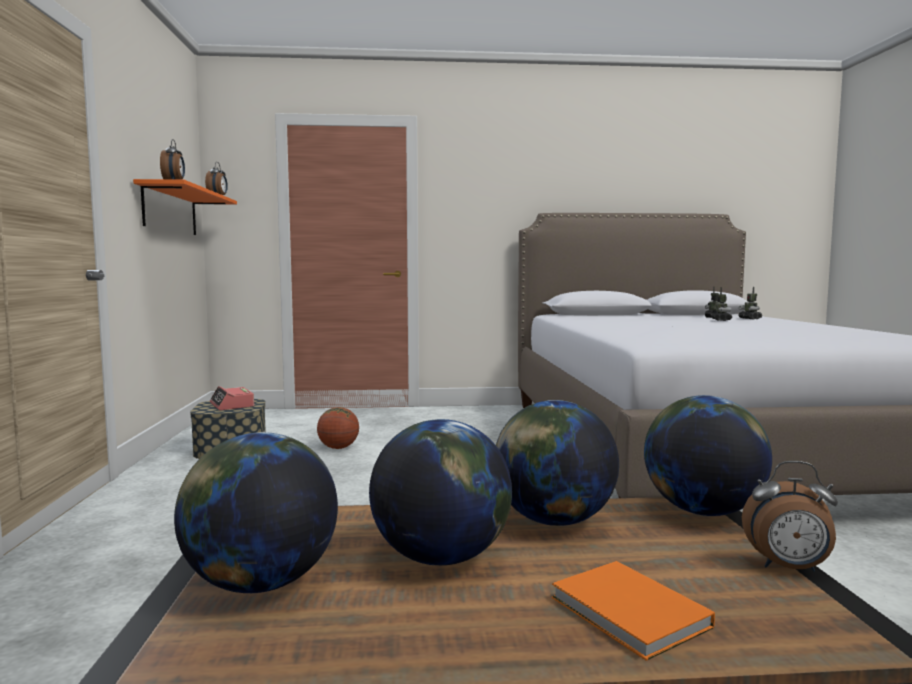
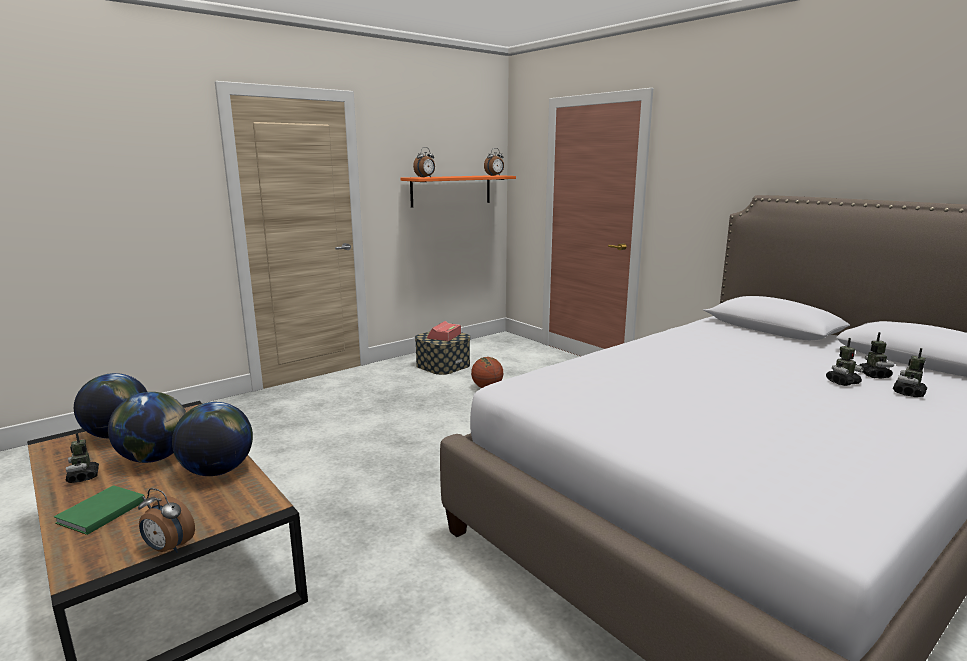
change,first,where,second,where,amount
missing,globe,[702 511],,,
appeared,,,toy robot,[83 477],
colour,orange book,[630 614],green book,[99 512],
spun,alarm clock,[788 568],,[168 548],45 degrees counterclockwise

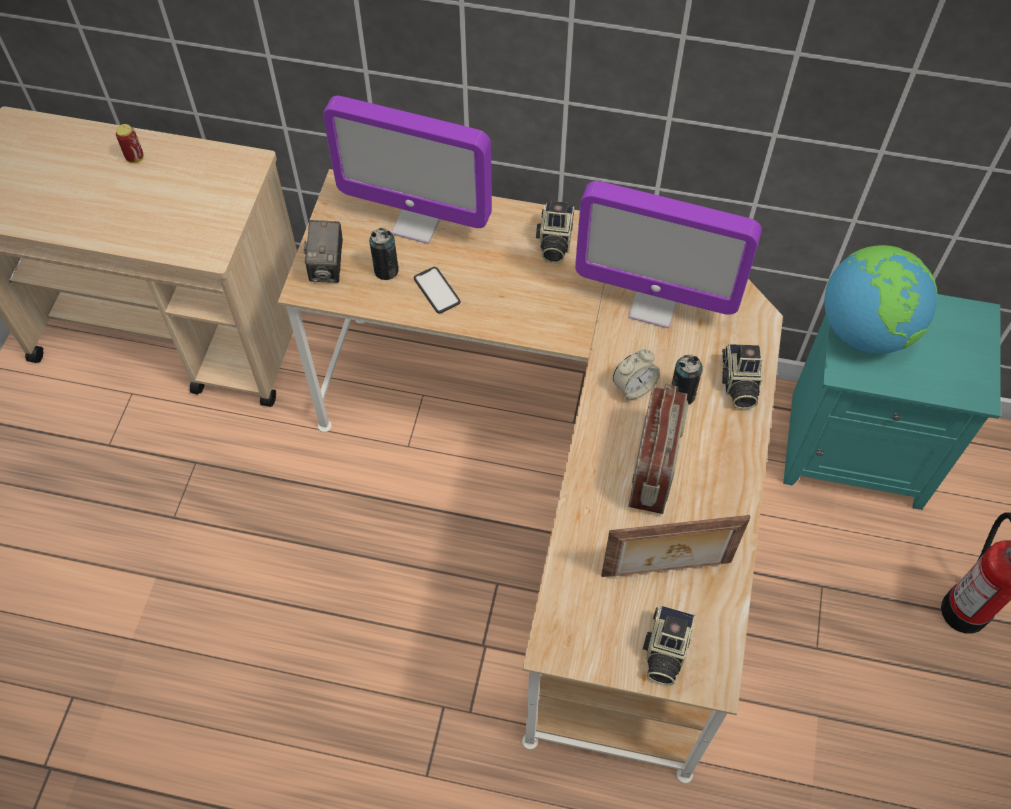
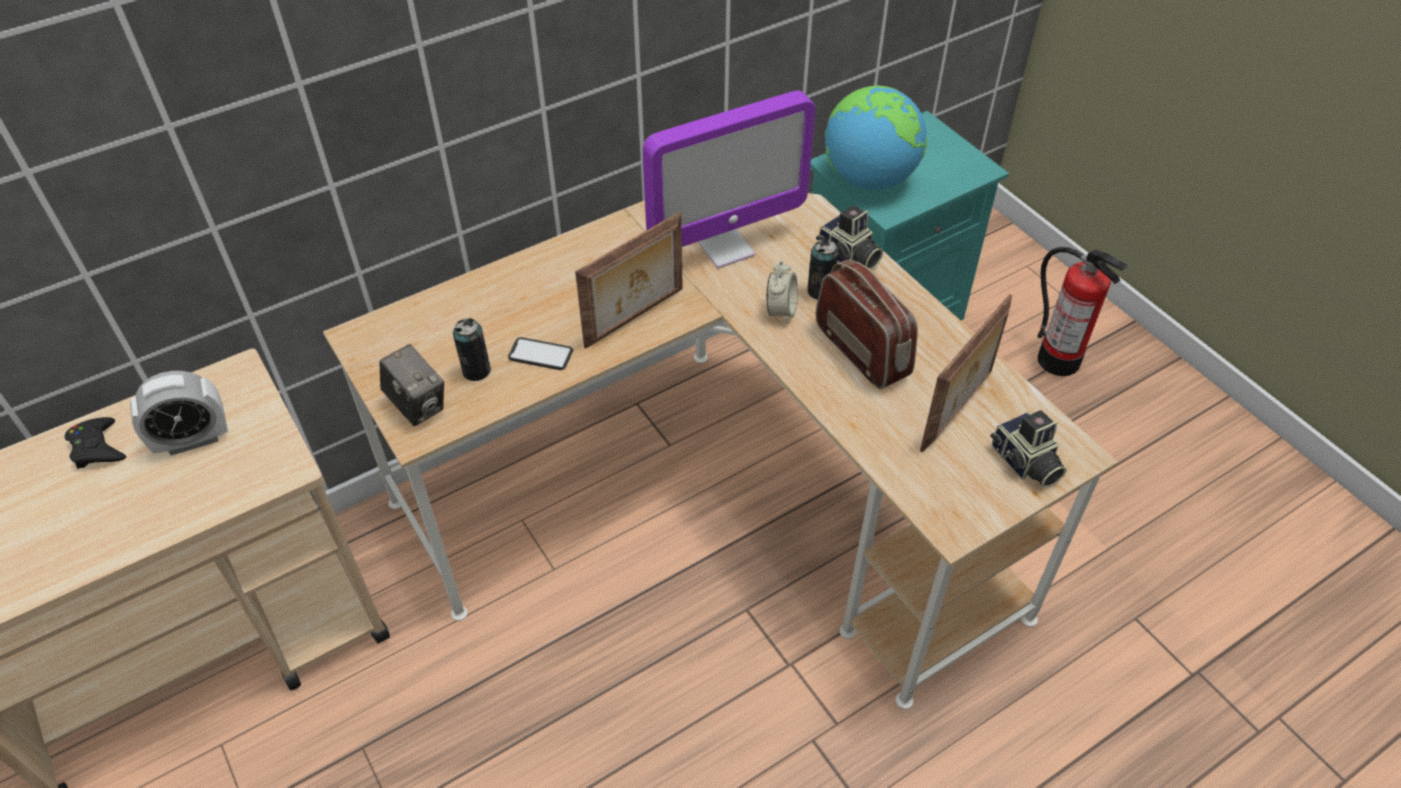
change,first,where,second,where,amount
missing,monitor,[417 222],,,
missing,photo camera,[554 242],,,
appeared,,,alarm clock,[193 440],
appeared,,,picture frame,[635 318],
exchanged,can,[135 158],black game controller,[97 448],

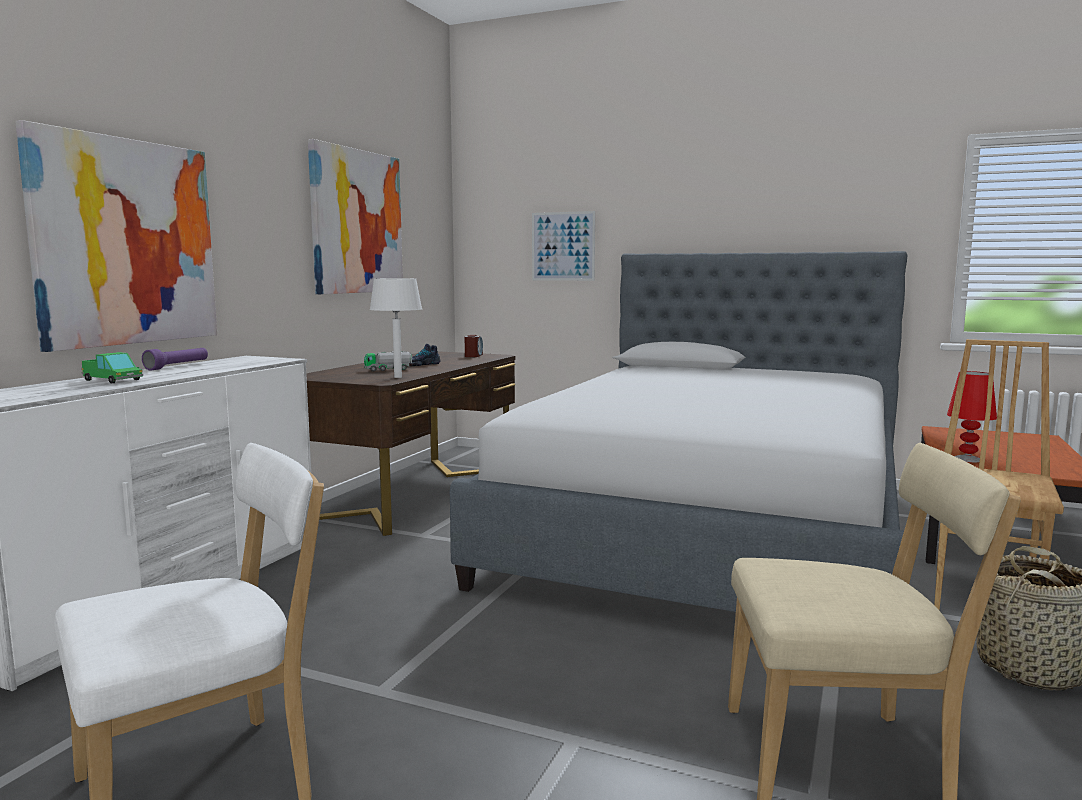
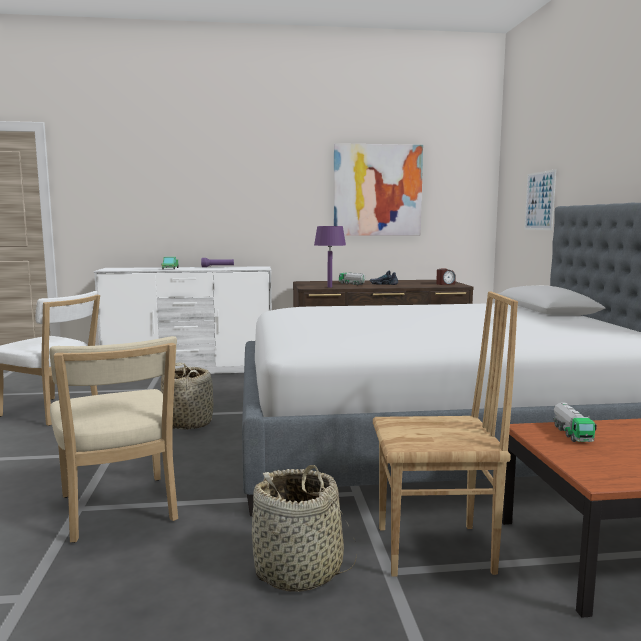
change,first,where,second,where,amount
missing,picture,[126 242],,,
appeared,,,basket,[187 423],
exchanged,red table lamp,[967 459],toy truck,[571 433],
colour,white table lamp,[398 377],purple table lamp,[330 287],

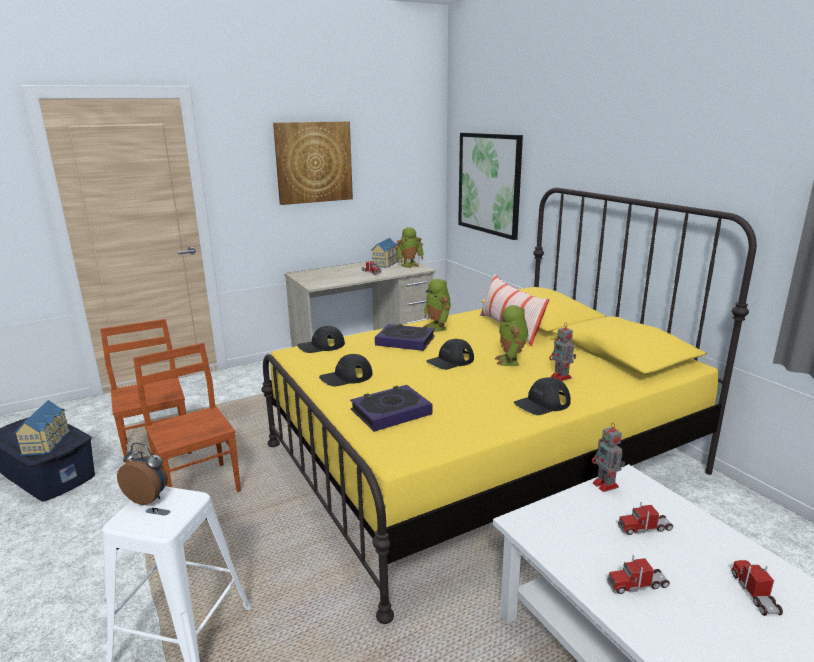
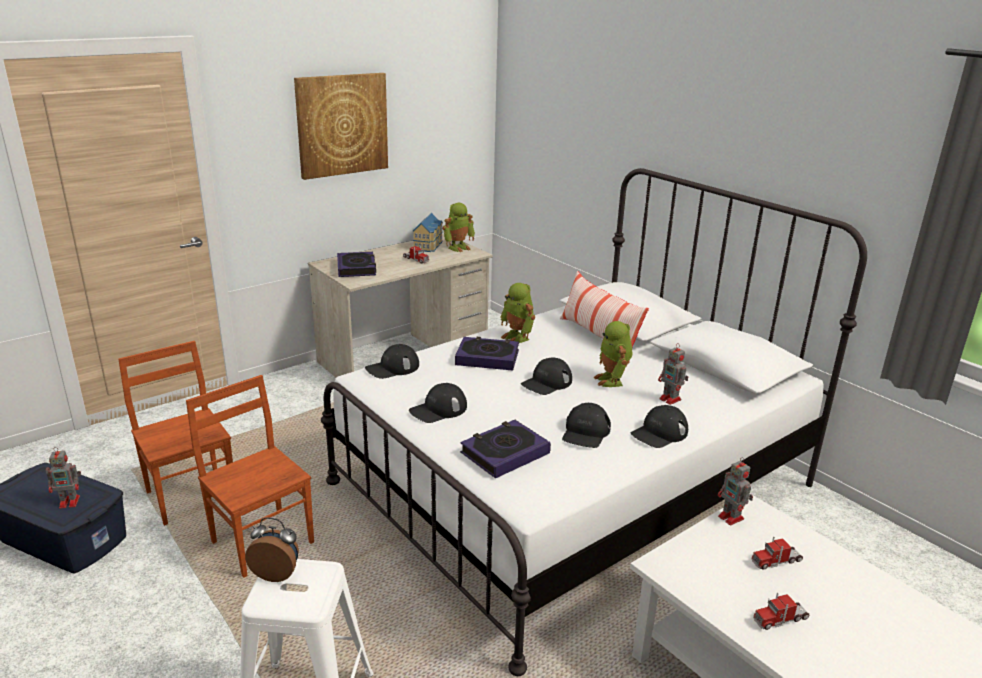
change,first,where,second,where,amount
missing,picture,[489 184],,,
missing,toy truck,[754 593],,,
appeared,,,book,[356 268],
appeared,,,black cap,[585 432],
exchanged,toy house,[48 442],toy robot,[70 502],
colour,yellow bed,[481 458],white bed,[573 483],

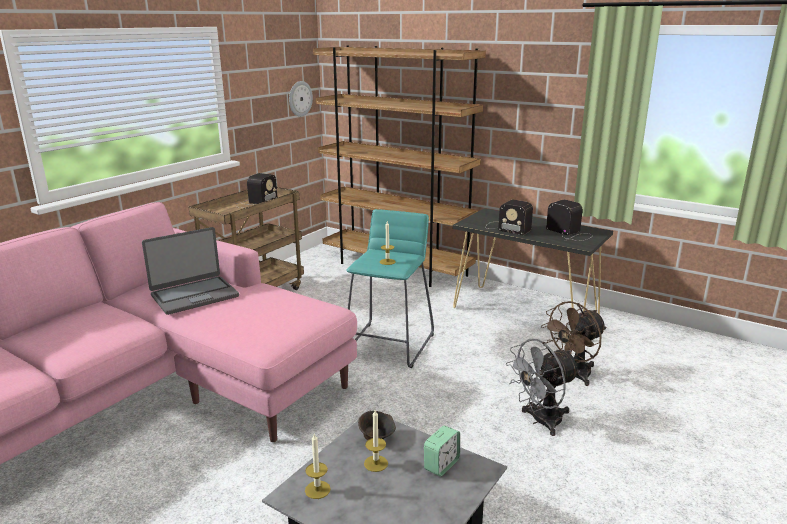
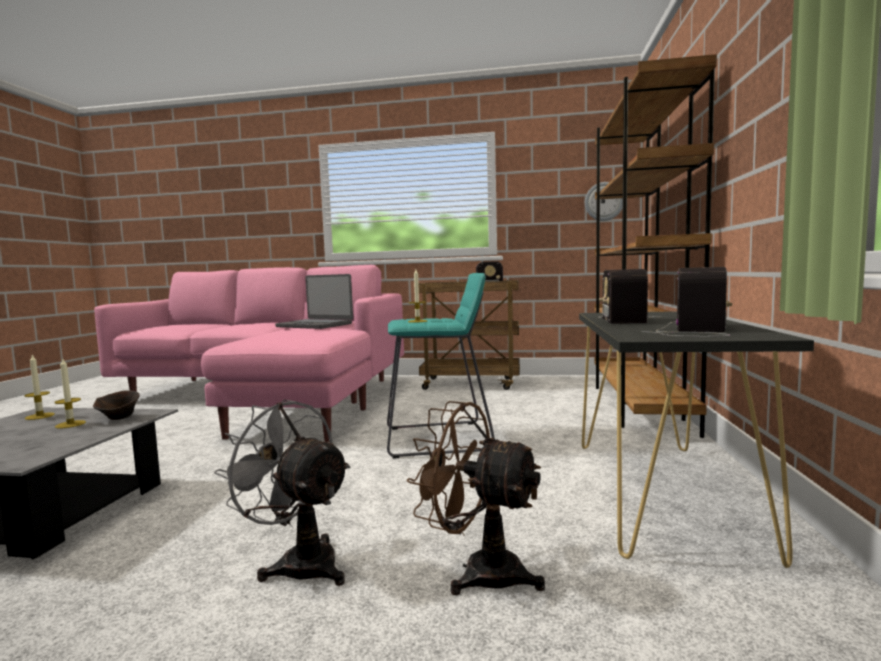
change,first,where,second,where,amount
missing,alarm clock,[441 465],,,

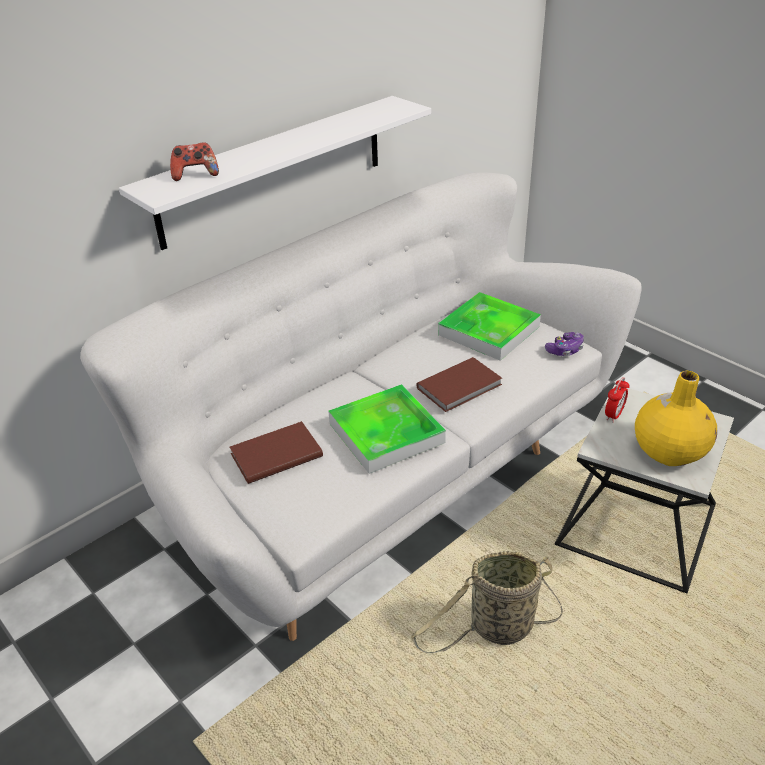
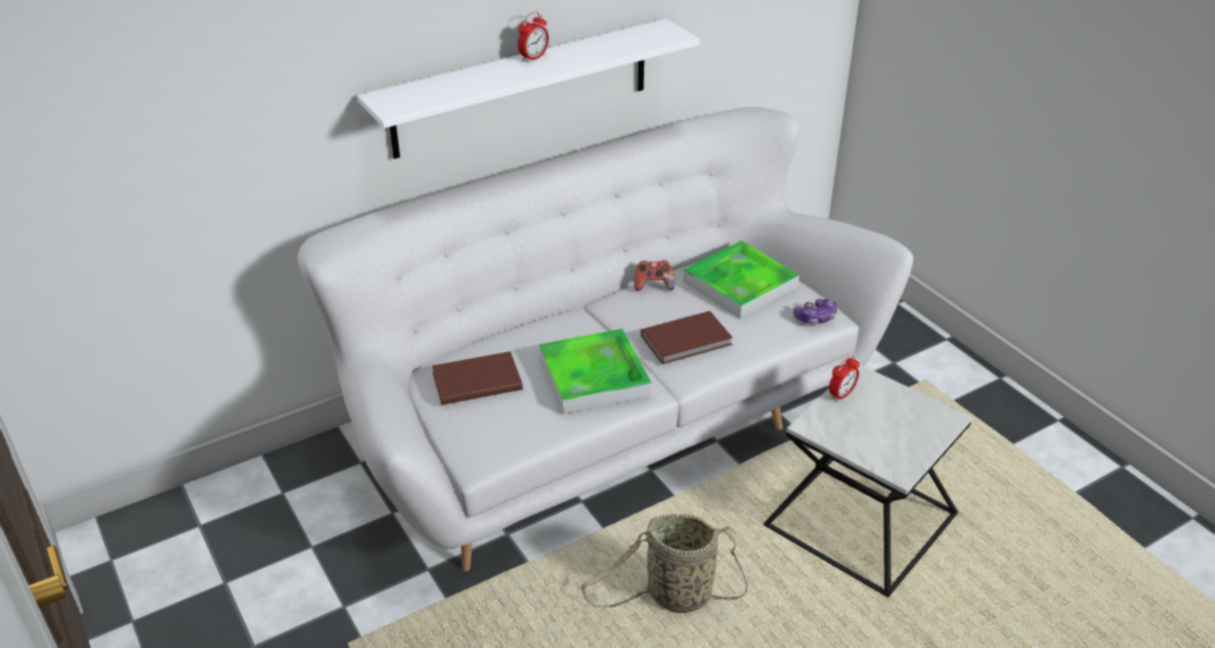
change,first,where,second,where,amount
missing,yellow vase,[669 451],,,
appeared,,,alarm clock,[533 58],
relocated,game controller,[195 175],,[654 285],

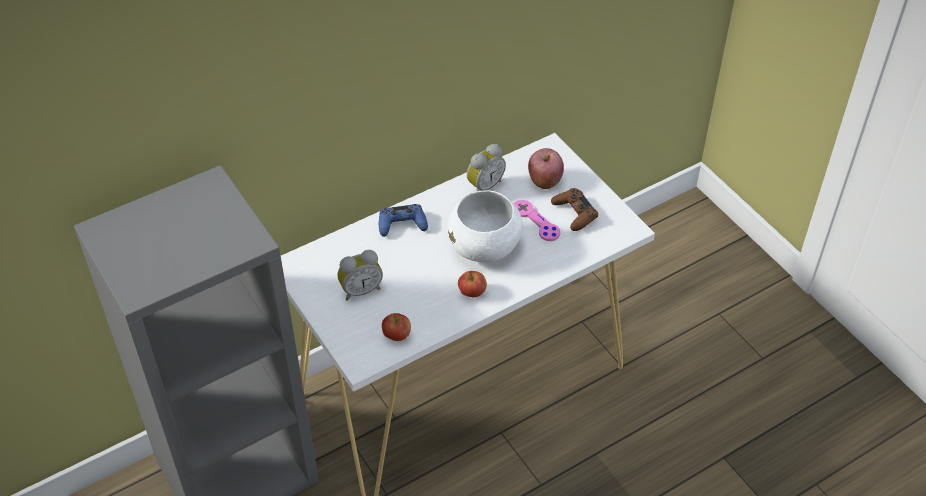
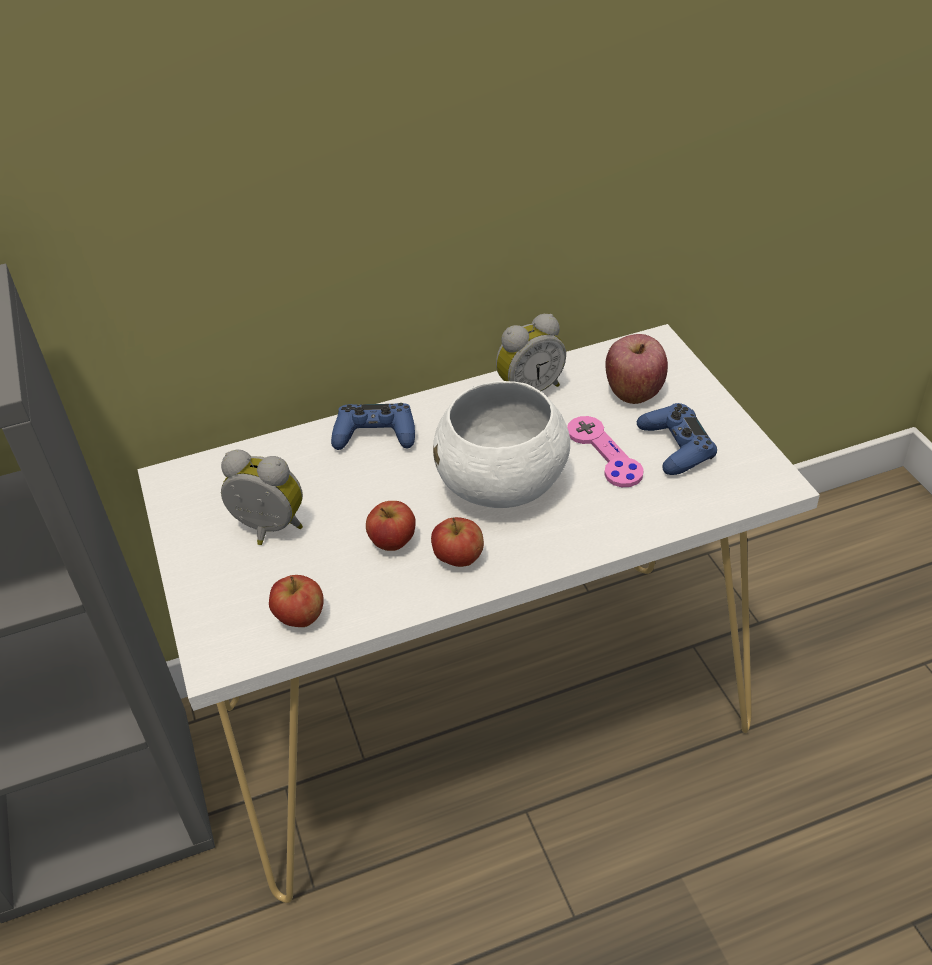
change,first,where,second,where,amount
appeared,,,apple,[393 542],
colour,brown game controller,[574 213],blue game controller,[676 447],
spun,alarm clock,[360 290],,[268 531],150 degrees counterclockwise

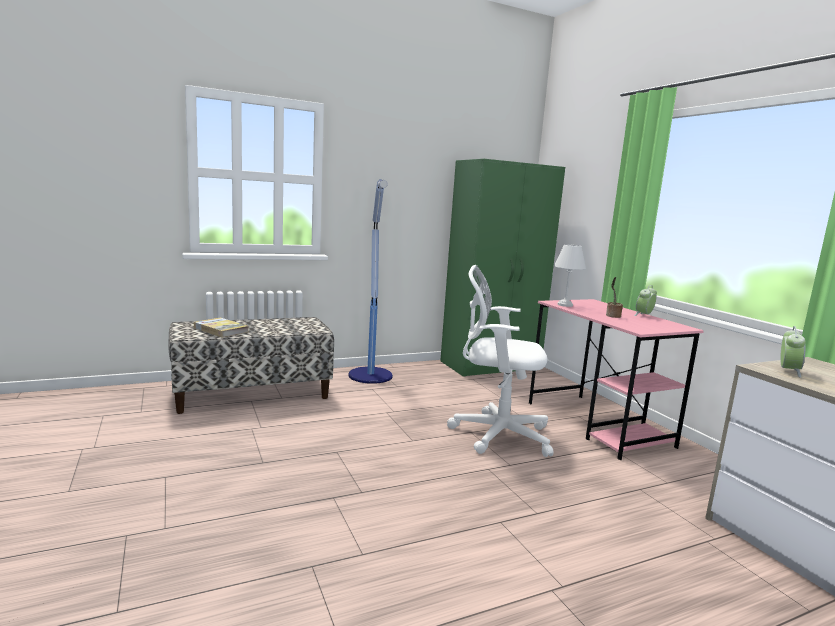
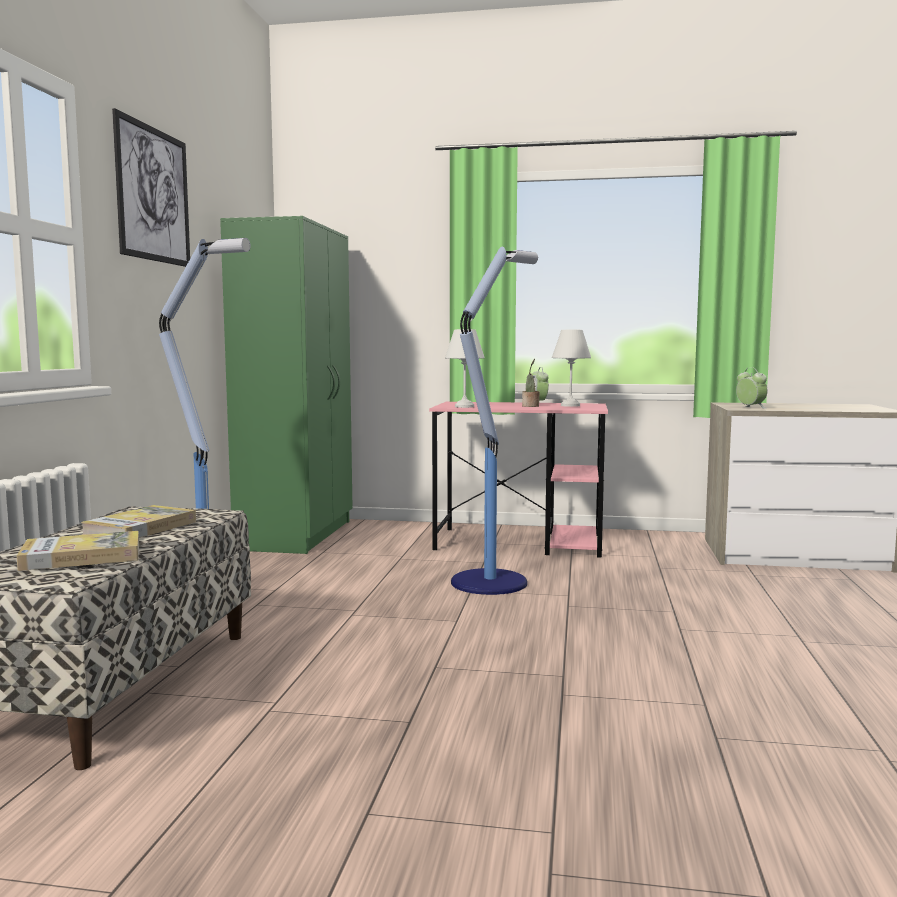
change,first,where,second,where,amount
appeared,,,book,[141 528],
appeared,,,picture,[153 195],
appeared,,,white table lamp,[570 405],
exchanged,white office chair,[496 434],floor lamp,[490 582],

